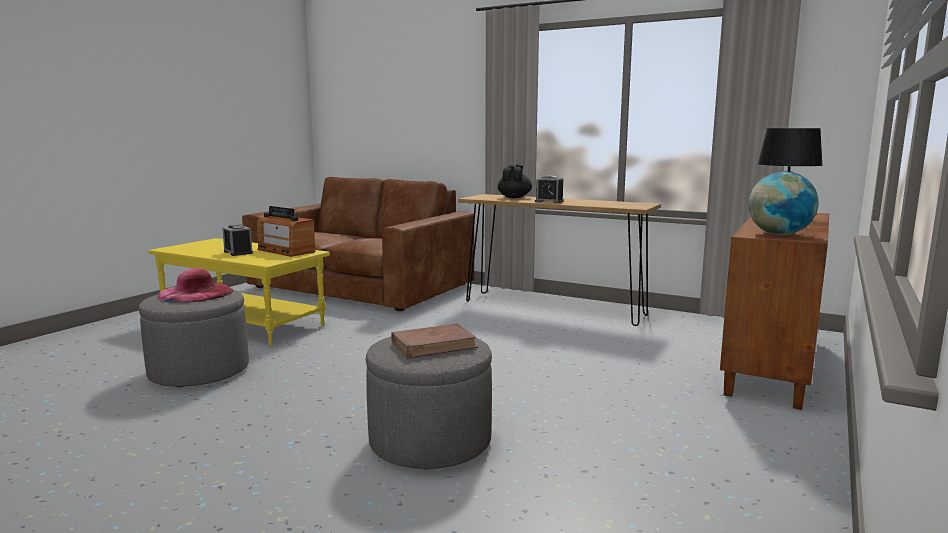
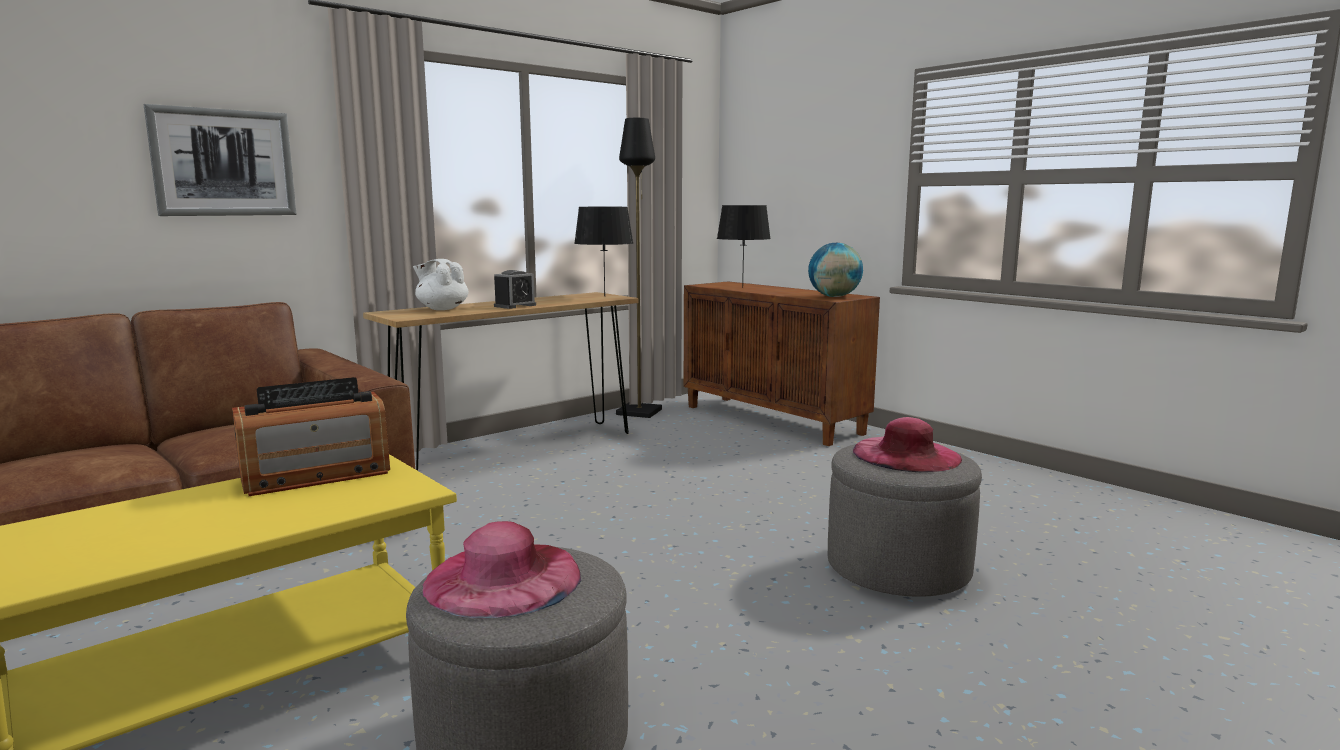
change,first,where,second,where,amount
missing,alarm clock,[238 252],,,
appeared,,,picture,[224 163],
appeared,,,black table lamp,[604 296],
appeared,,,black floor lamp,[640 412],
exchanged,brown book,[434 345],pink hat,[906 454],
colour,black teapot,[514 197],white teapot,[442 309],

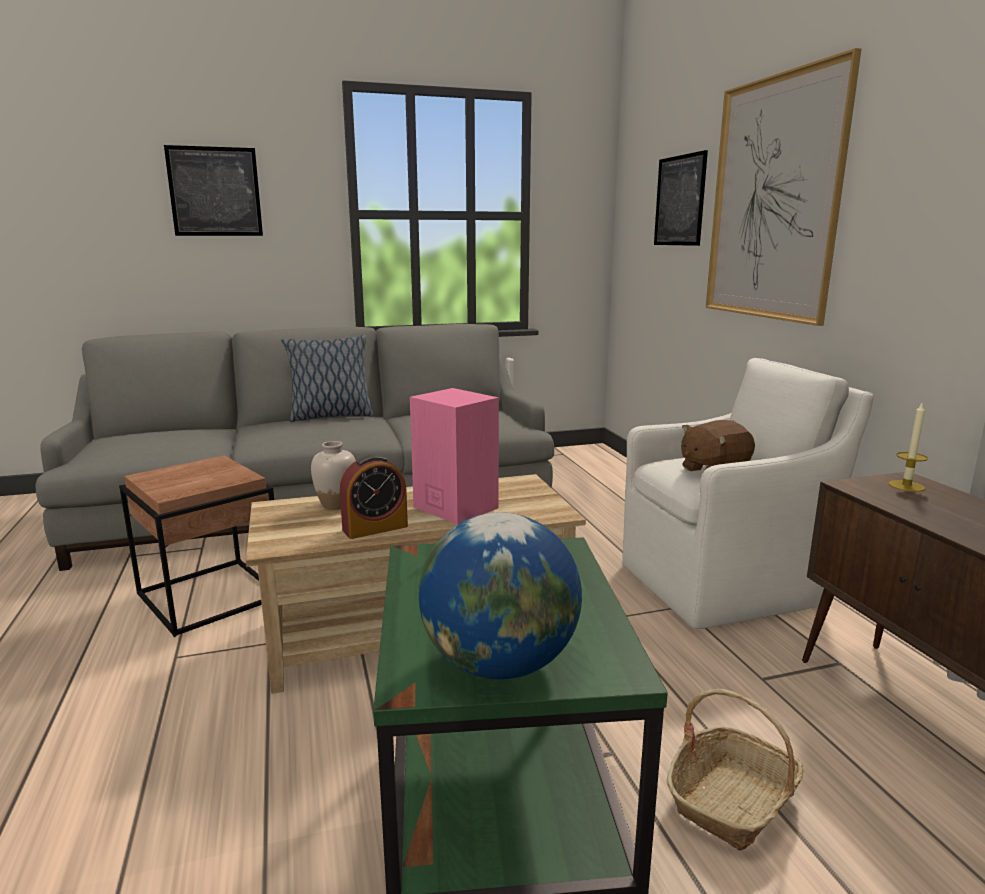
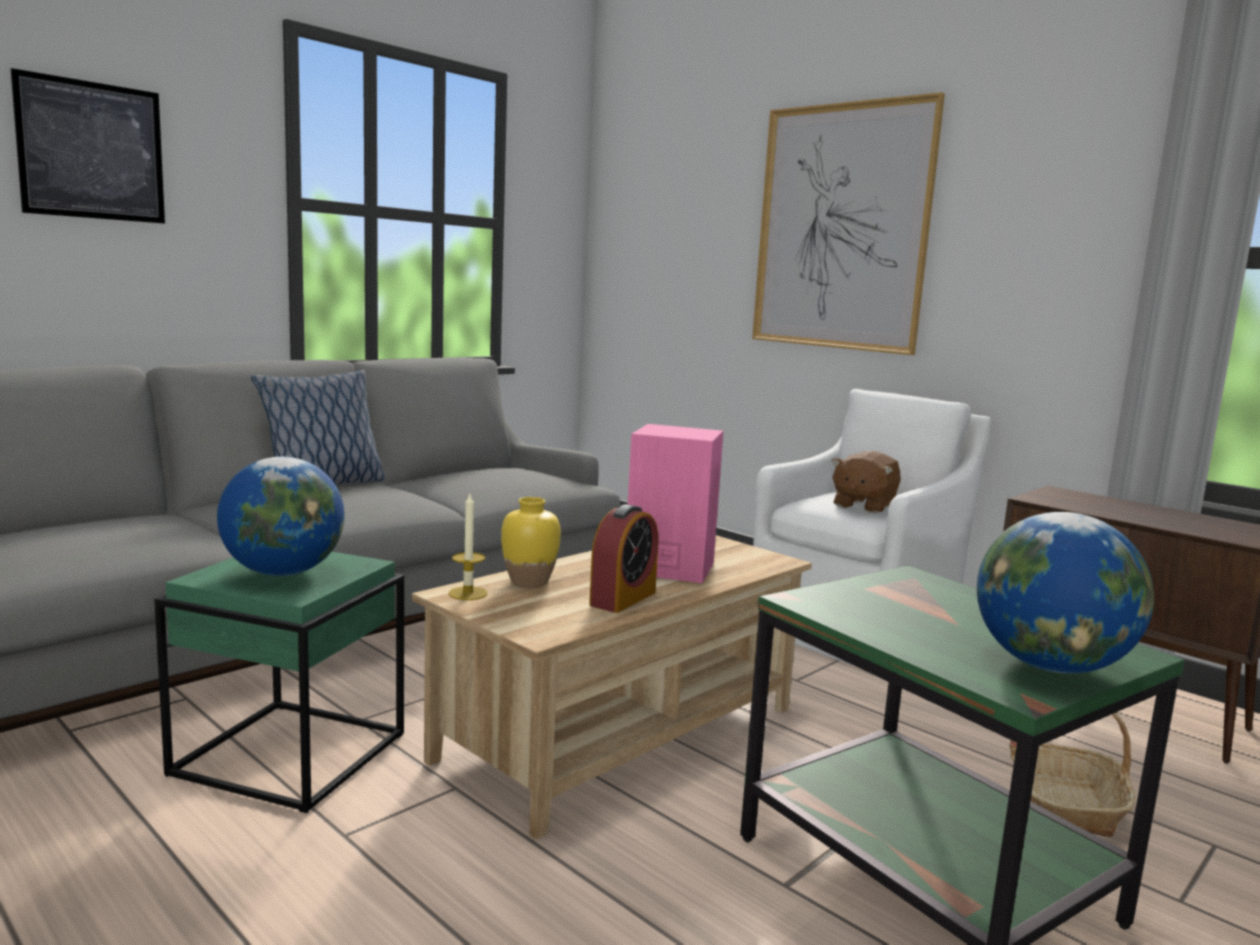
change,first,where,second,where,amount
missing,picture,[679 201],,,
appeared,,,globe,[284 573],
relocated,candle,[906 486],,[468 593],
colour,brown side table,[211 595],green side table,[290 753],
colour,white vase,[336 504],yellow vase,[529 581],

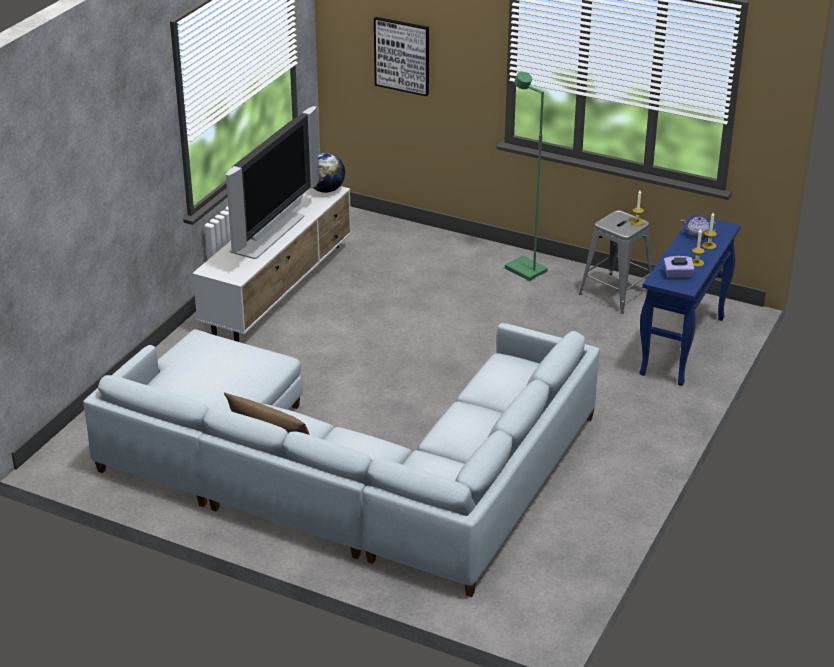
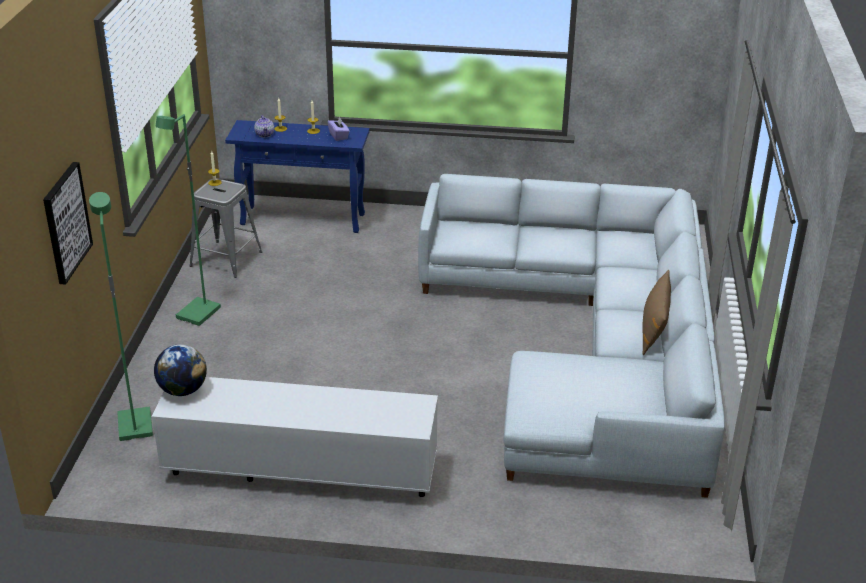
change,first,where,second,where,amount
missing,television,[269 234],,,
appeared,,,green floor lamp,[134 425],

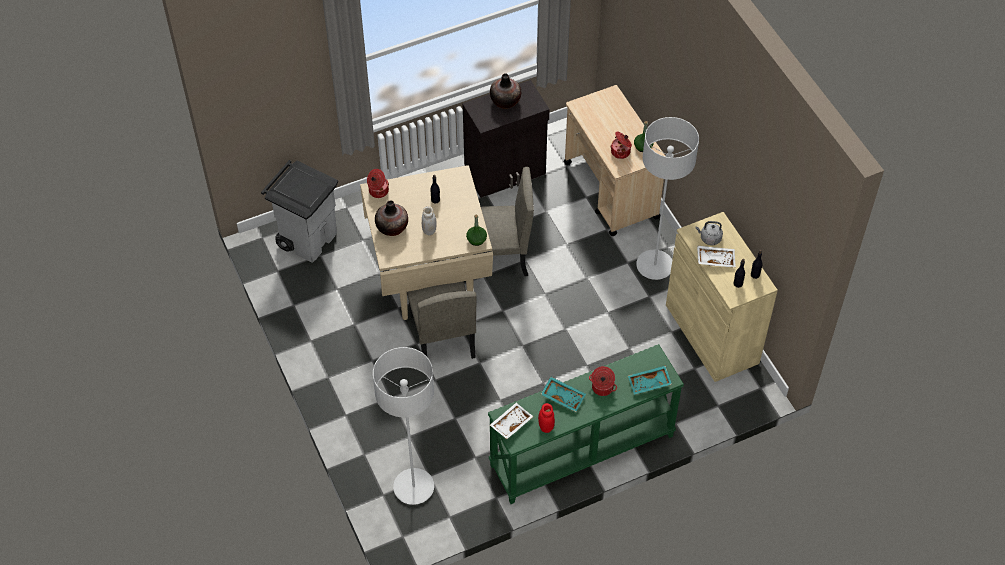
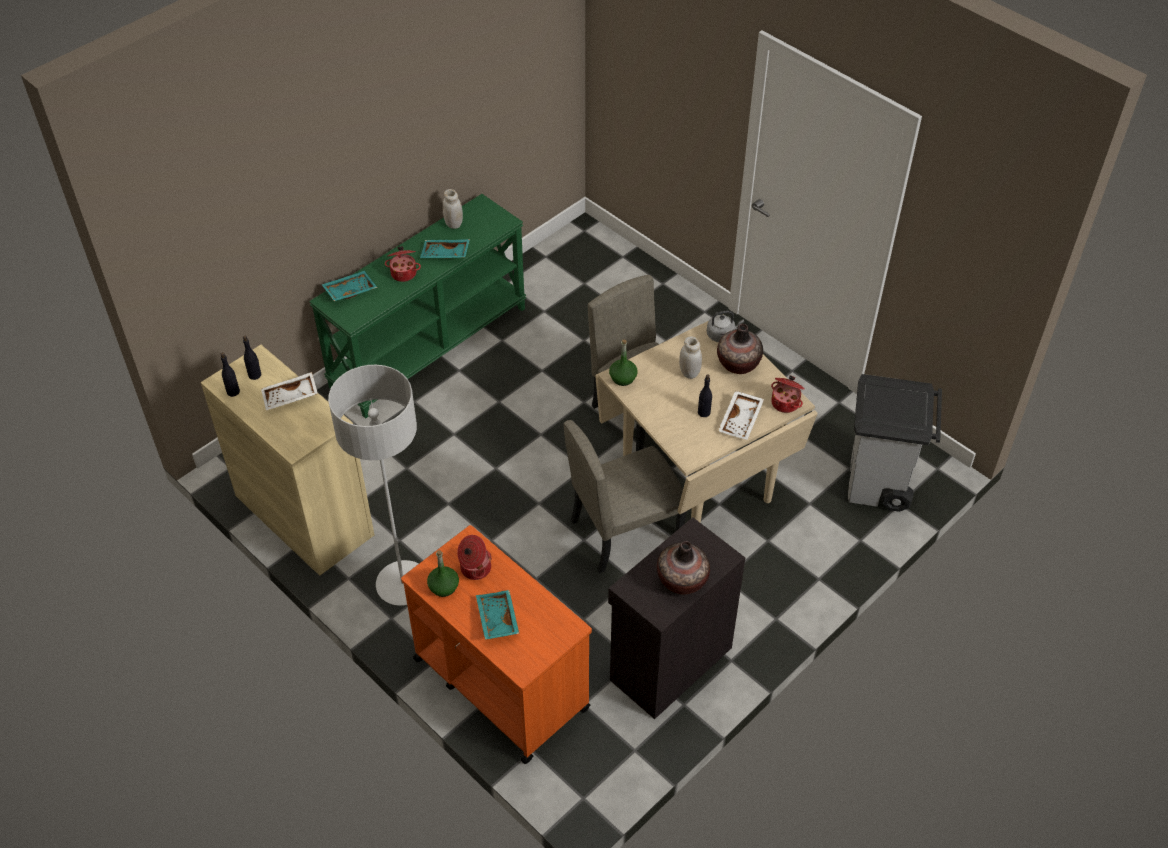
change,first,where,second,where,amount
missing,grey floor lamp,[413 487],,,
appeared,,,turquoise tray,[496 619],
relocated,white tray,[510 423],,[741 420],
relocated,grey kettle,[709 238],,[722 335],
colour,red jar,[546 427],white jar,[453 224],
colour,beige cart,[611 191],orange cart,[500 682],

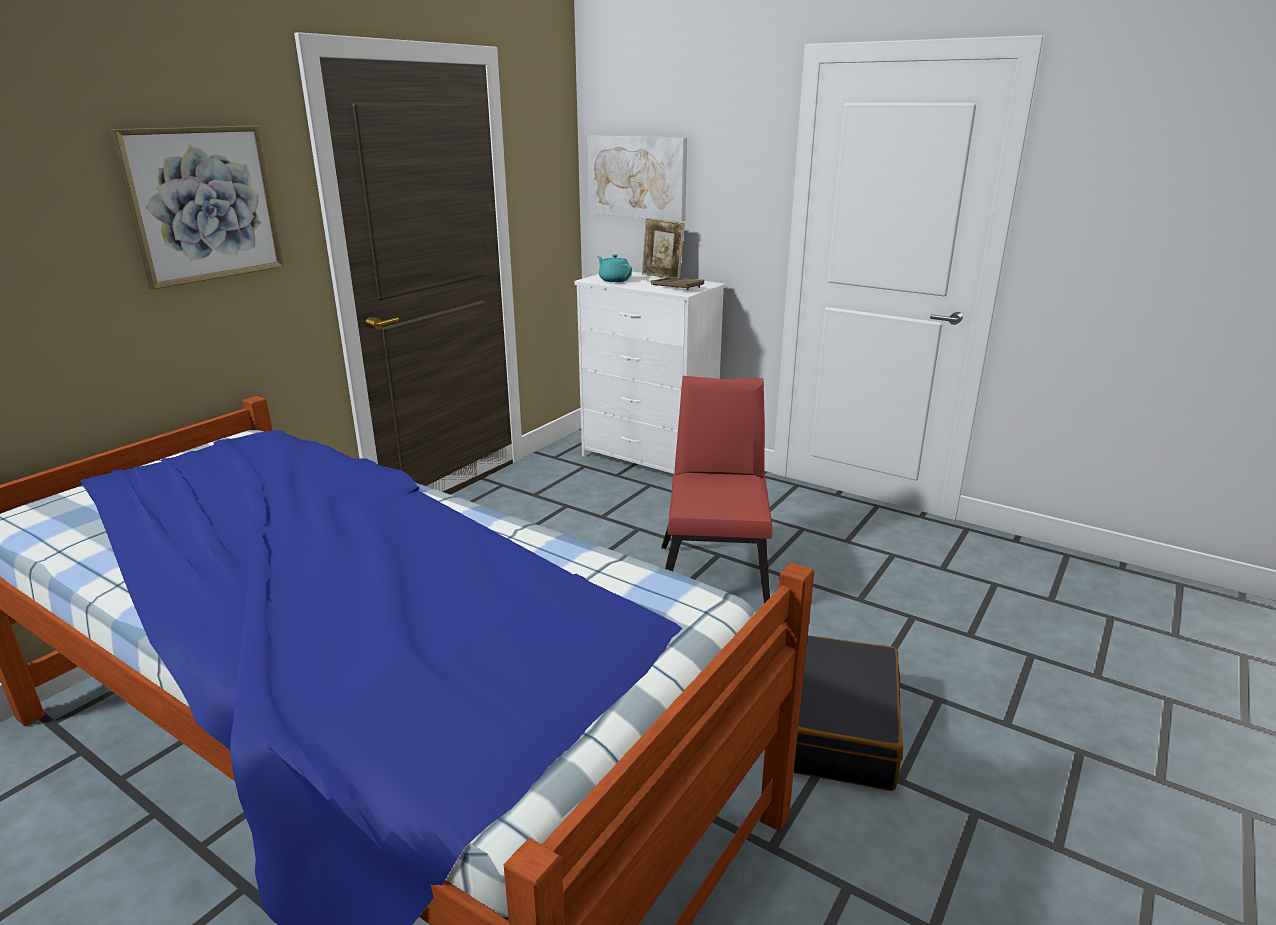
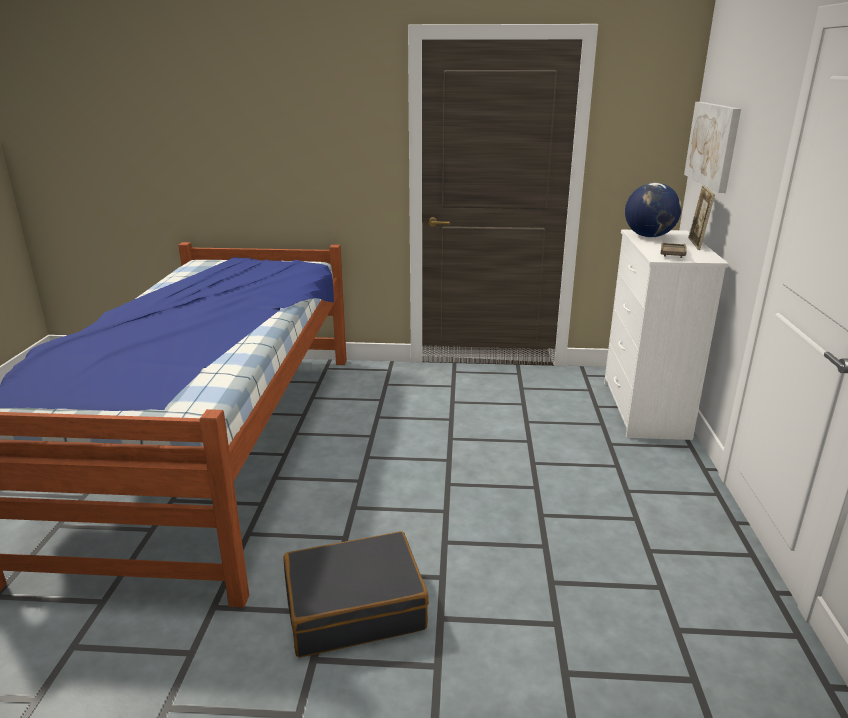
change,first,where,second,where,amount
missing,picture,[203 204],,,
missing,red chair,[715 575],,,
exchanged,turquoise teapot,[614 280],globe,[649 236],

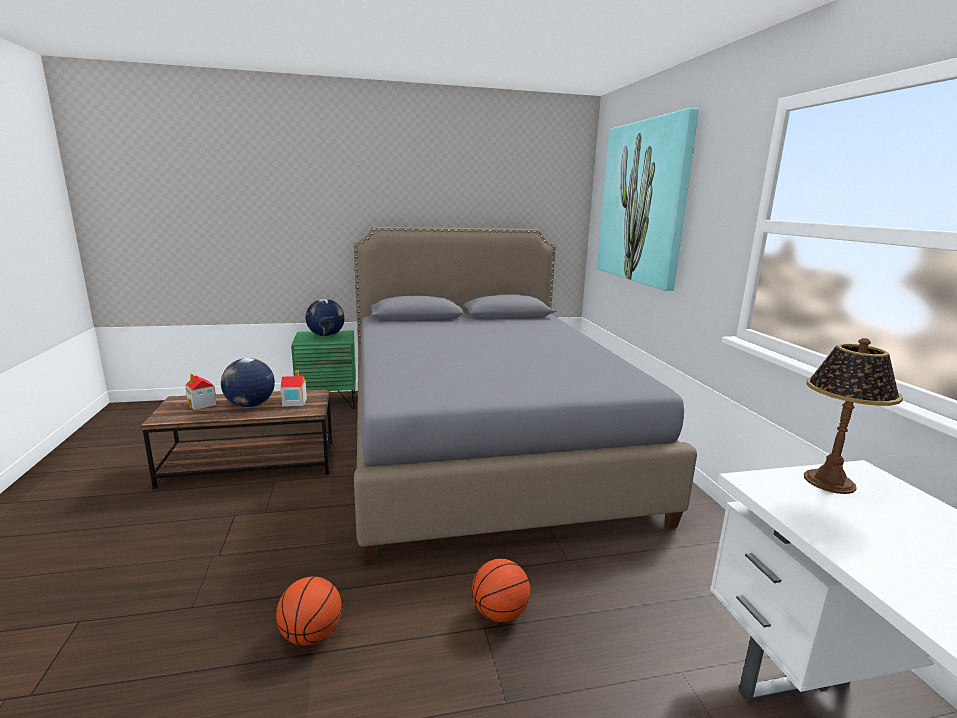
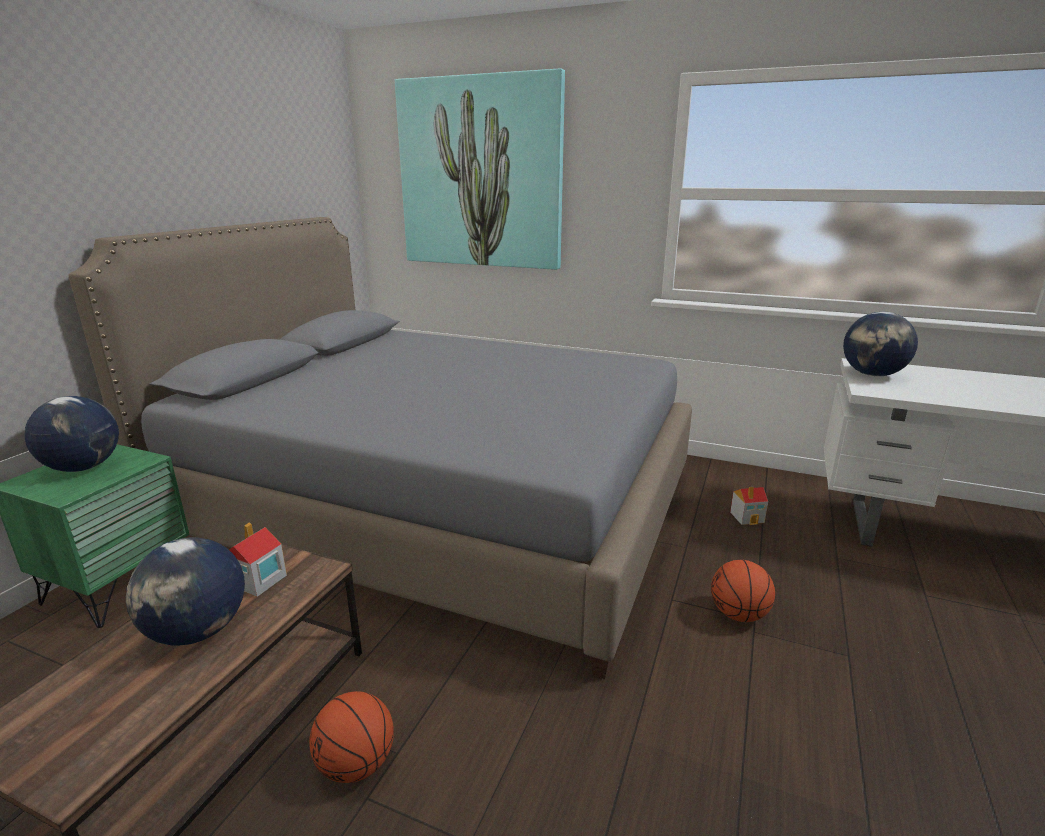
change,first,where,second,where,amount
relocated,toy house,[202 404],,[747 517],
relocated,basketball,[311 635],,[356 764],
exchanged,table lamp,[828 481],globe,[872 375],

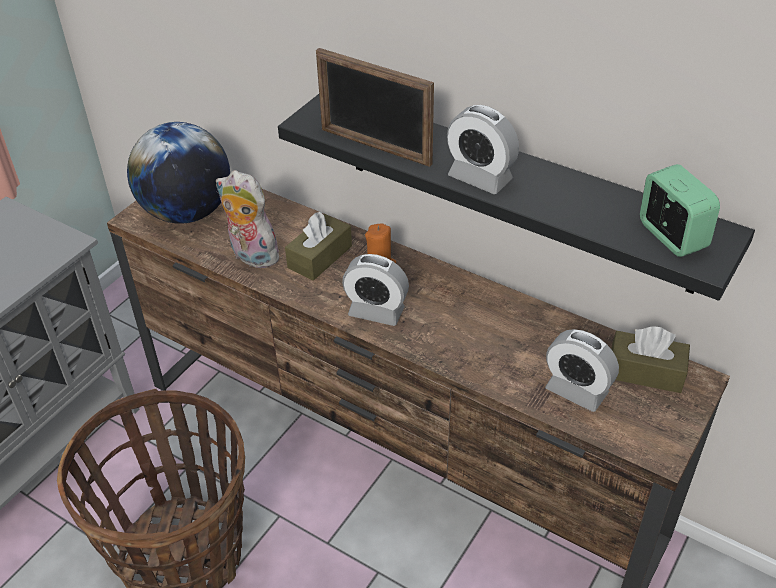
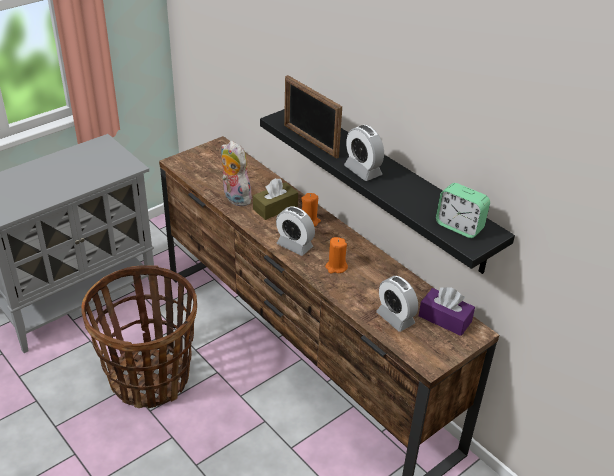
change,first,where,second,where,amount
missing,globe,[187 212],,,
appeared,,,orange candle,[336 267],
colour,brown tissue box,[645 372],purple tissue box,[445 319],
spun,alarm clock,[671 236],,[459 227],135 degrees clockwise

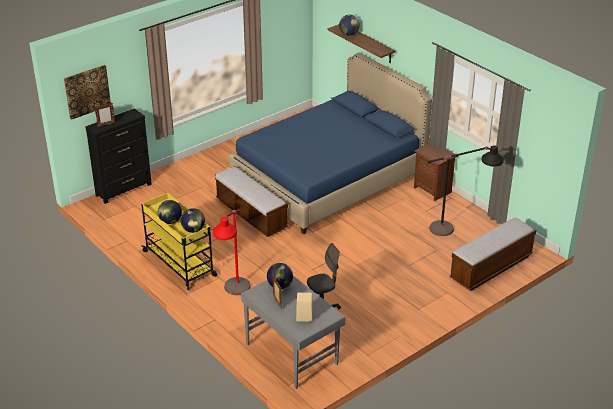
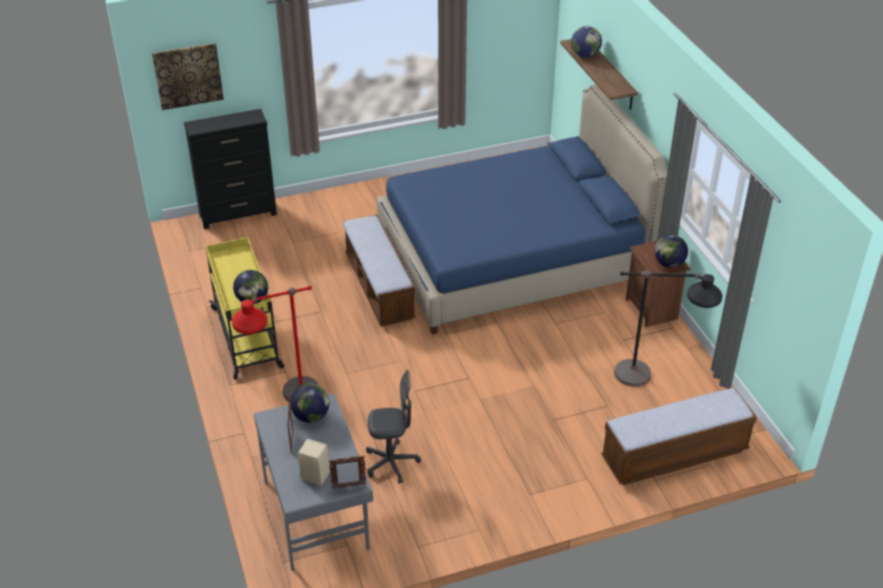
change,first,where,second,where,amount
relocated,picture frame,[106 125],,[348 486],
relocated,globe,[170 221],,[668 264],

